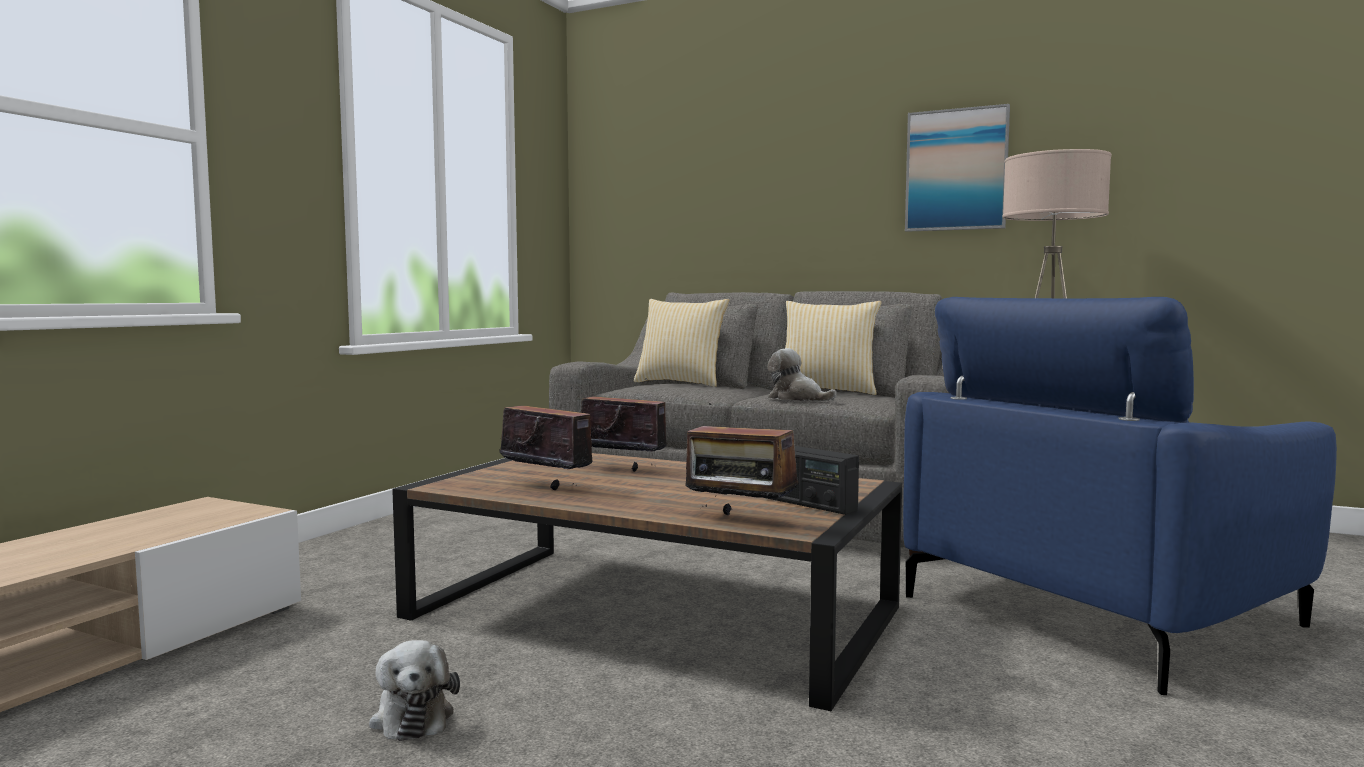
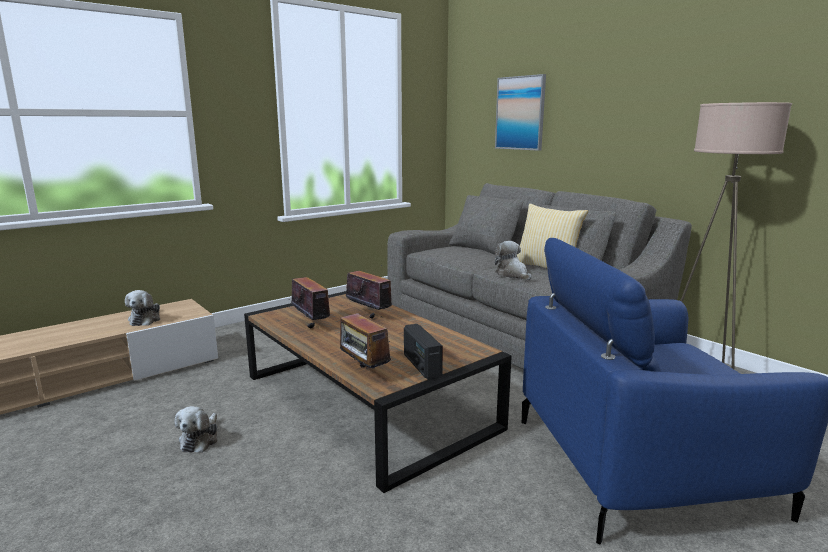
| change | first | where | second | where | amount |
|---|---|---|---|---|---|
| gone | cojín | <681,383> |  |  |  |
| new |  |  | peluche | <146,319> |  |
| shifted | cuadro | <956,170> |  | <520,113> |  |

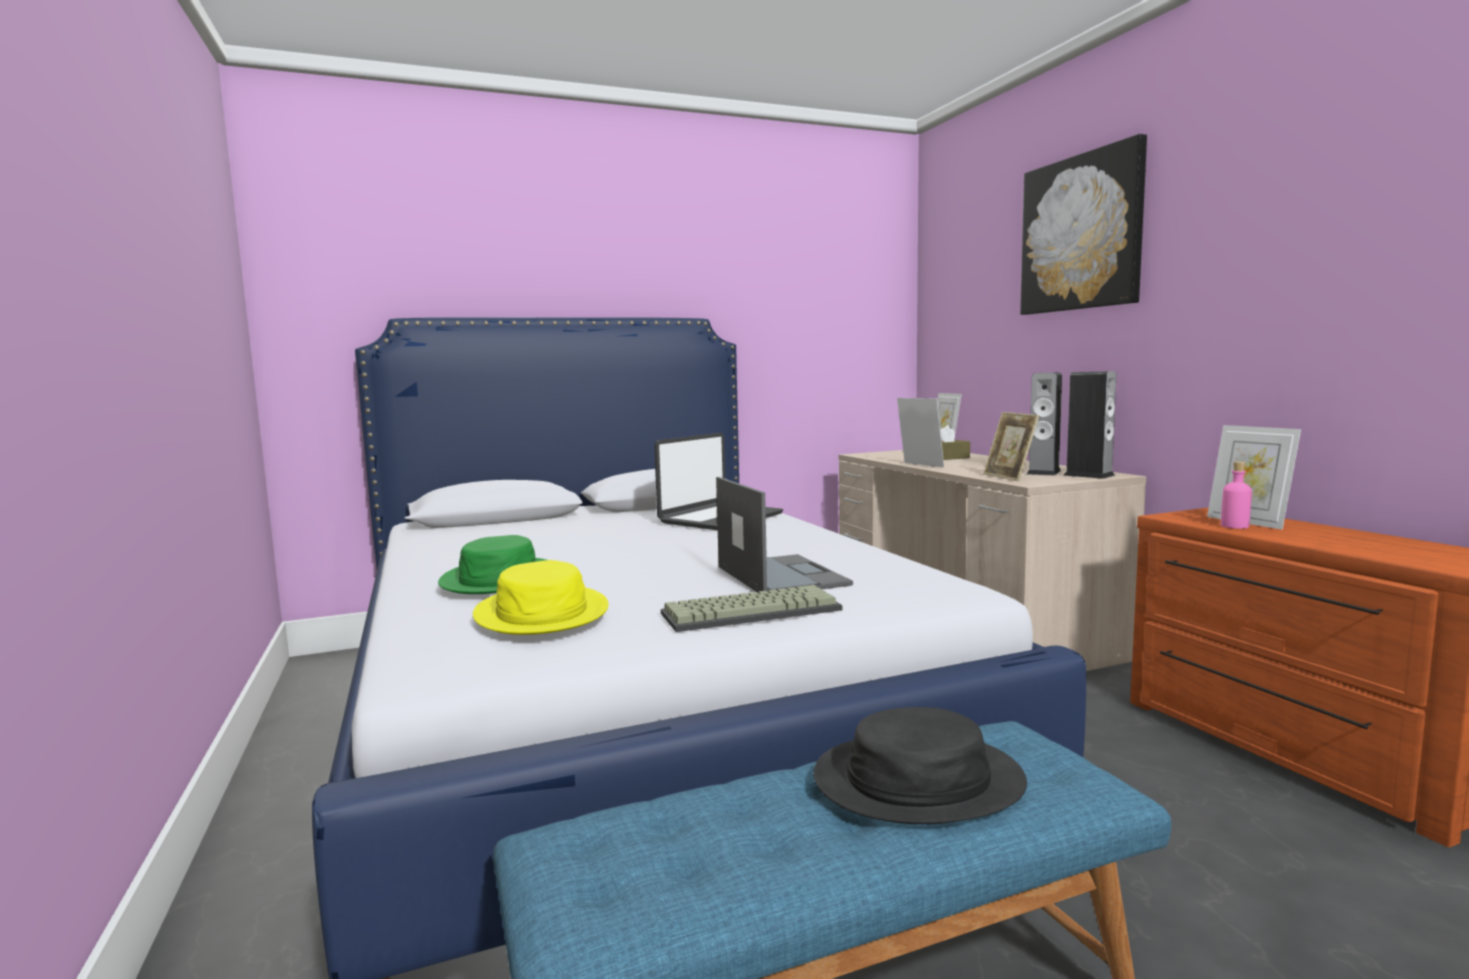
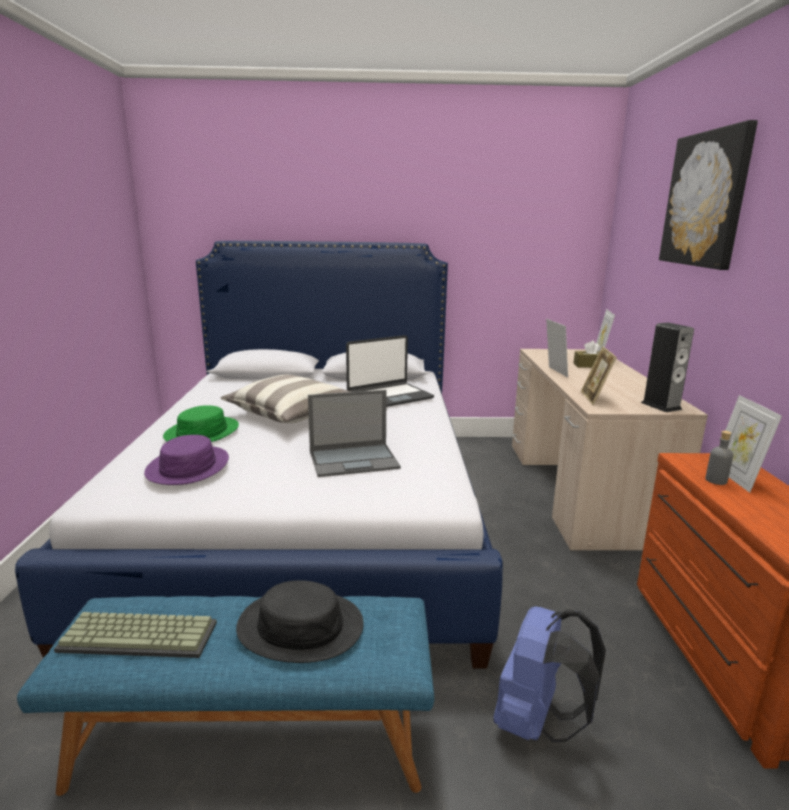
| change | first | where | second | where | amount |
|---|---|---|---|---|---|
| gone | altavoz | <1044,472> |  |  |  |
| new |  |  | cojín | <290,414> |  |
| new |  |  | mochila [azul] | <537,722> |  |
| shifted | teclado | <752,611> |  | <141,635> |  |
| repainted | sombrero [amarillo] | <542,613> | sombrero [morado] | <188,467> |  |
| repainted | botella [rosa] | <1234,526> | botella [gris] | <716,480> |  |
| rotated | portátil | <780,575> |  | <354,460> | 75 degrees clockwise |

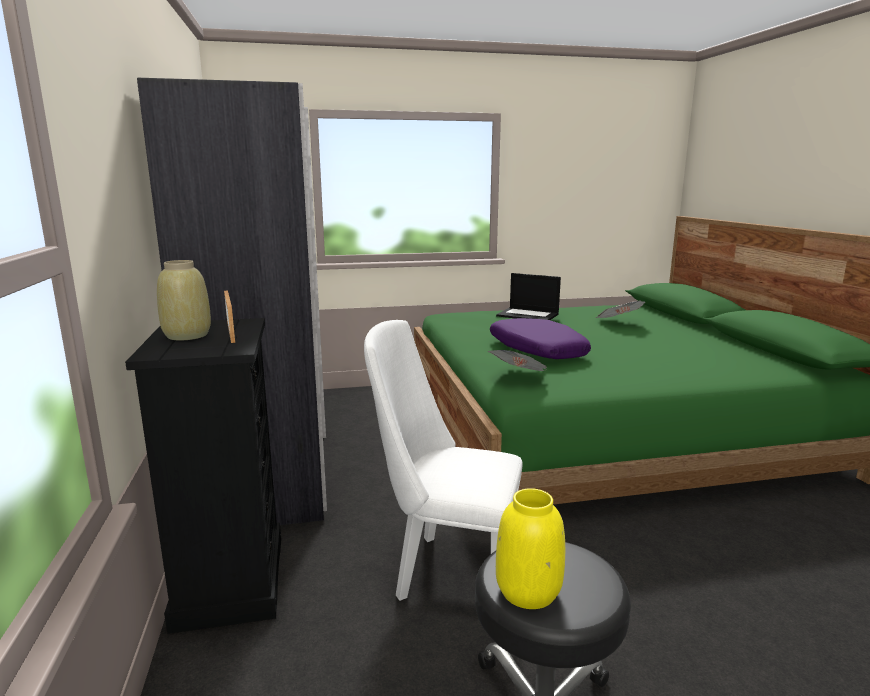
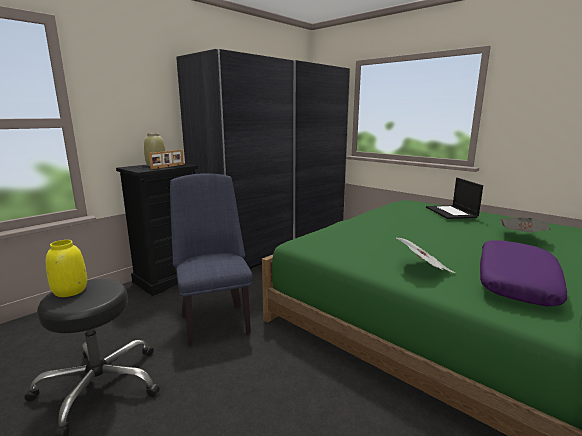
| change | first | where | second | where | amount |
|---|---|---|---|---|---|
| shifted | periódico | <519,377> |  | <423,269> |  |
| shifted | cojín [morado] | <536,350> |  | <514,282> |  |
| repainted | silla [blanco] | <446,571> | silla [azul] | <214,320> |  |

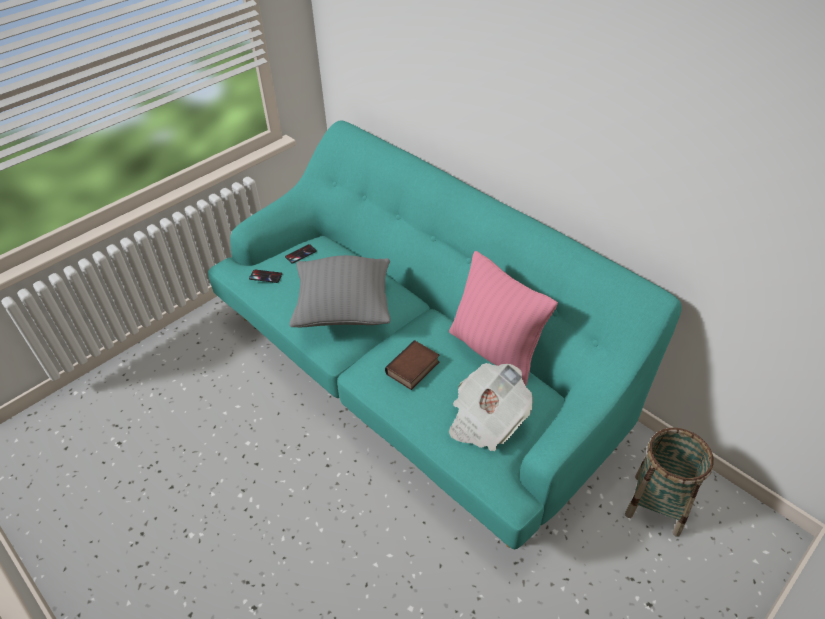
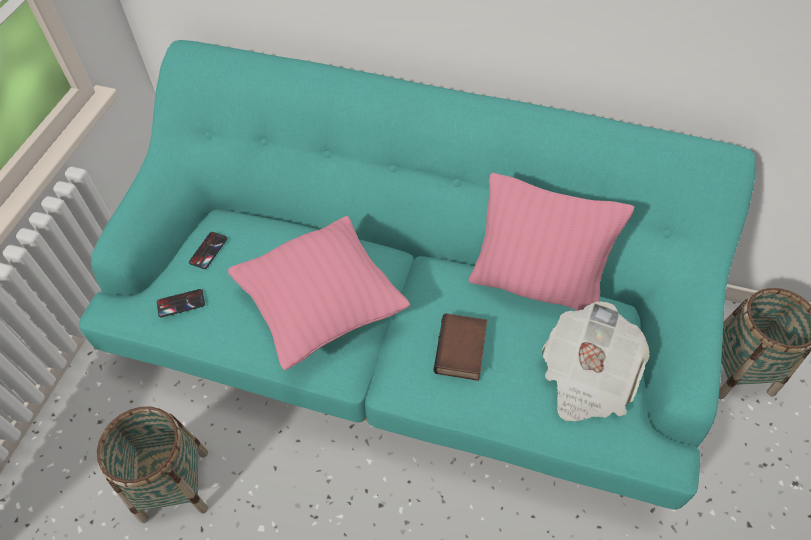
| change | first | where | second | where | amount |
|---|---|---|---|---|---|
| new |  |  | cesta | <174,484> |  |
| repainted | cojín [gris] | <344,310> | cojín [rosa] | <321,308> |  |

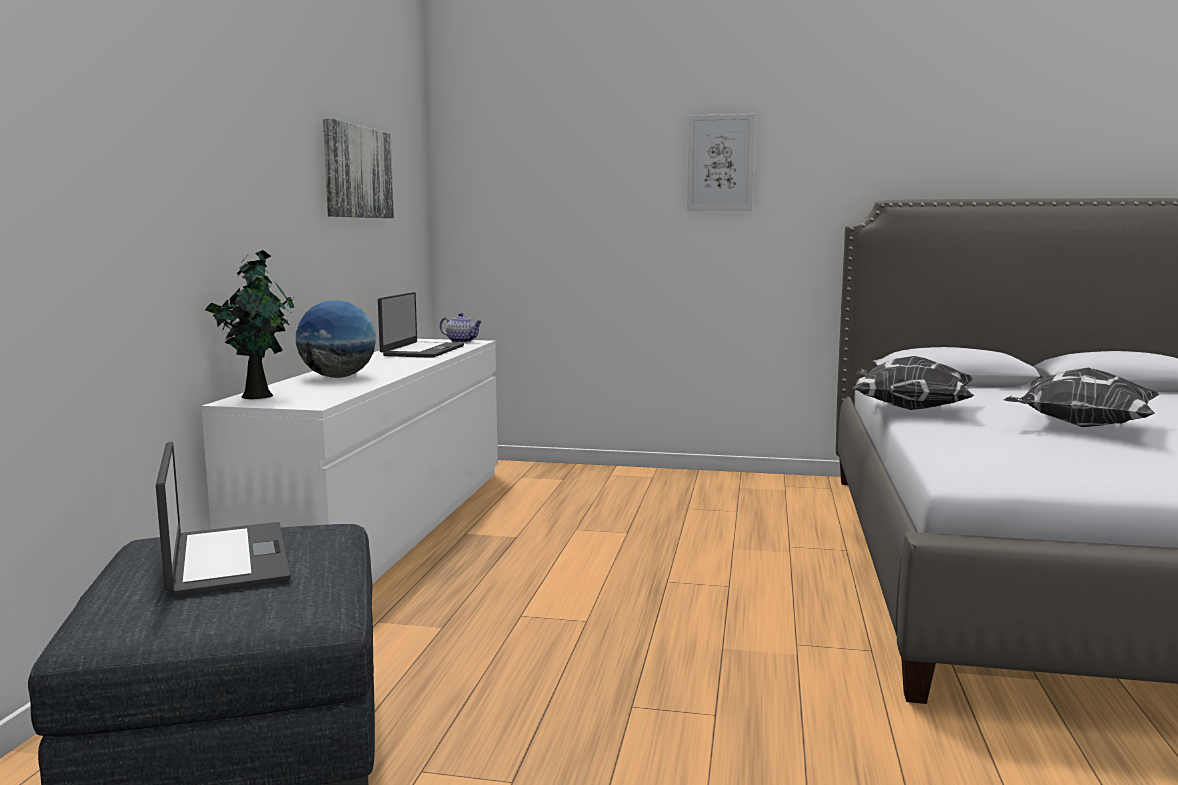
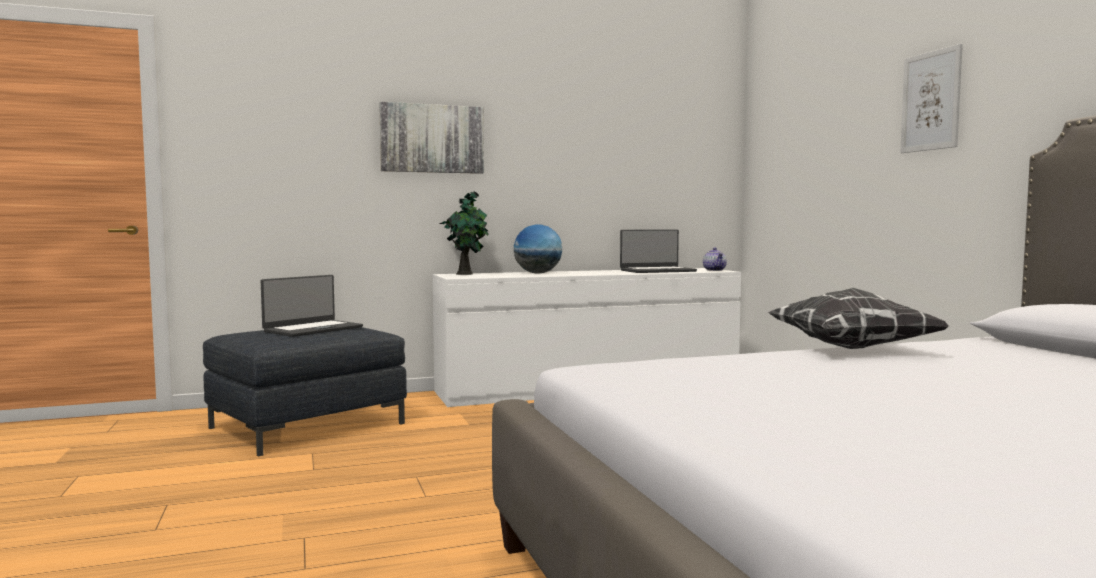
| change | first | where | second | where | amount |
|---|---|---|---|---|---|
| gone | cojín | <1079,427> |  |  |  |
| shifted | cuadro | <357,172> |  | <432,139> |  |

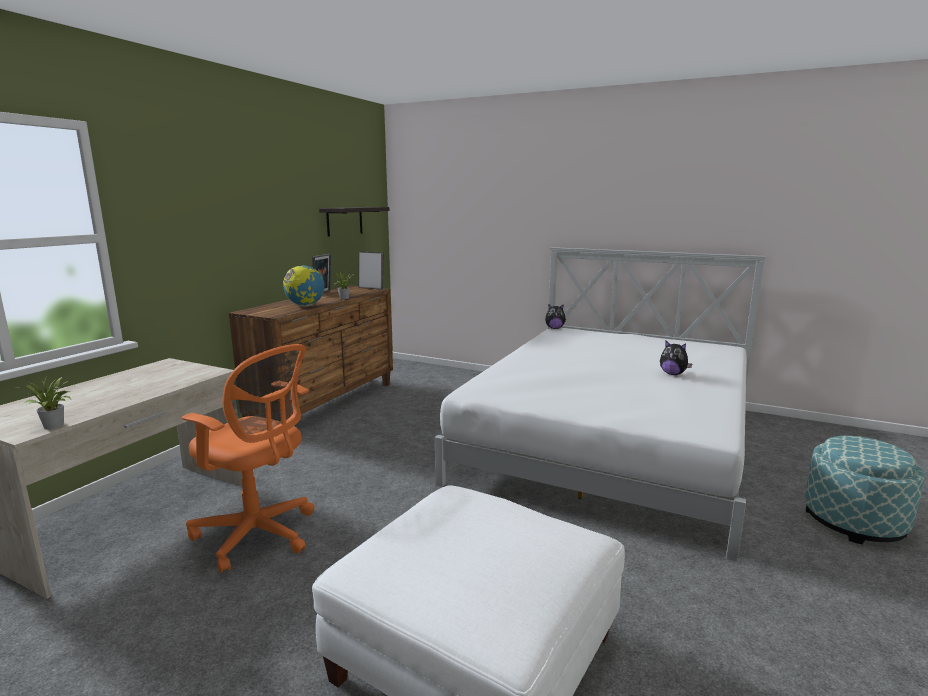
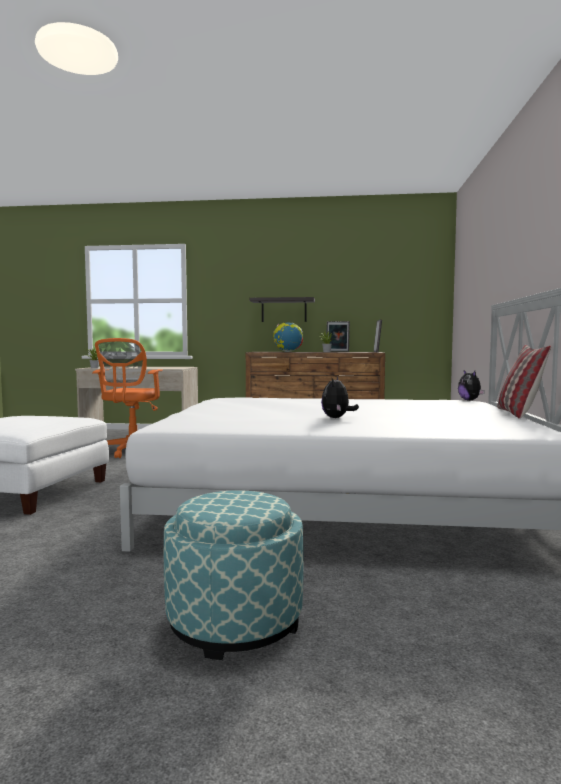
| change | first | where | second | where | amount |
|---|---|---|---|---|---|
| new |  |  | cojín | <518,413> |  |
| shifted | estante | <344,221> |  | <284,310> |  |

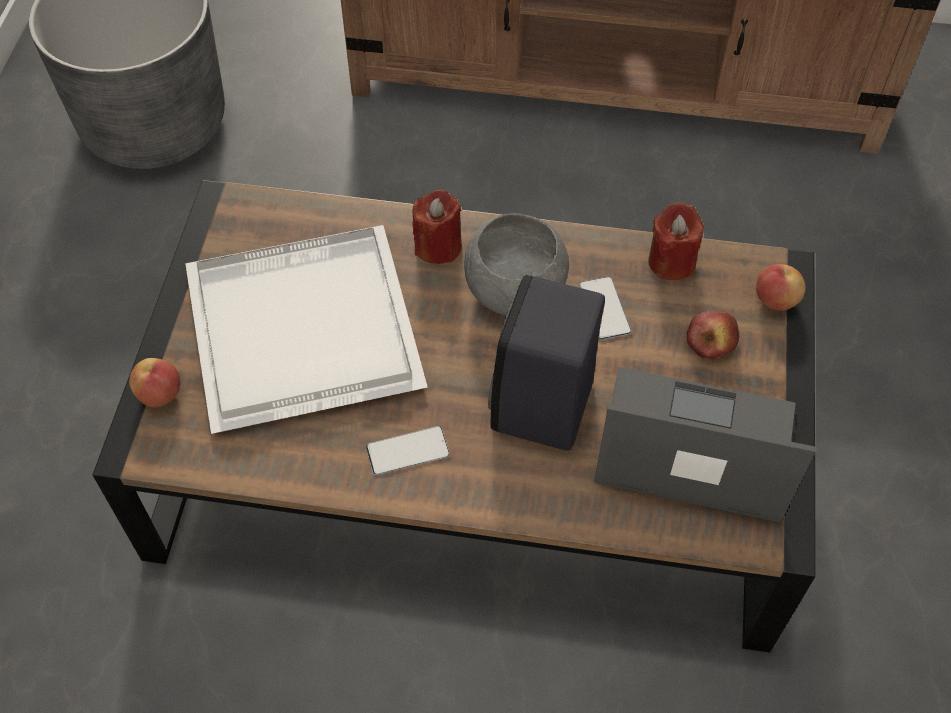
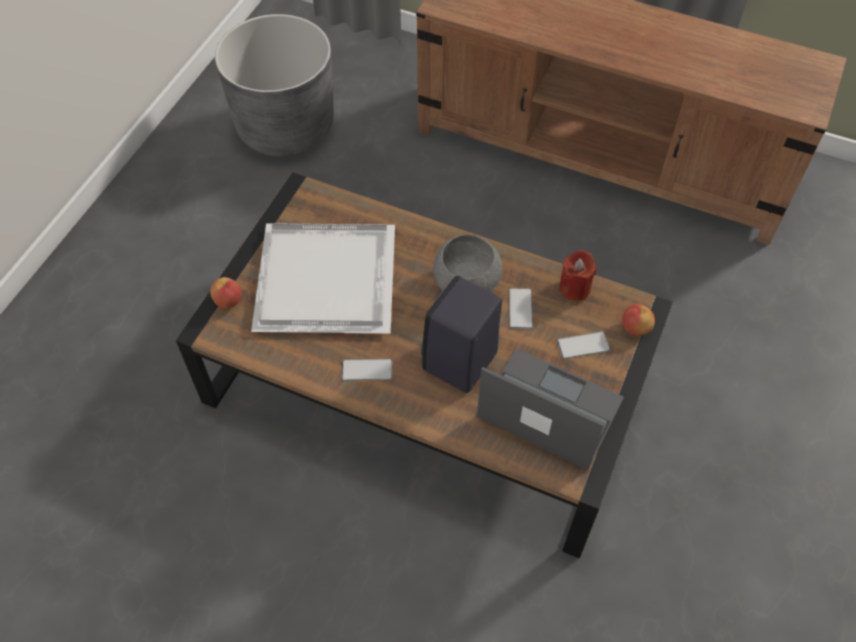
| change | first | where | second | where | amount |
|---|---|---|---|---|---|
| gone | vela [rojo] | <438,246> |  |  |  |
| swapped | manzana | <711,341> | móvil | <583,345> |  |

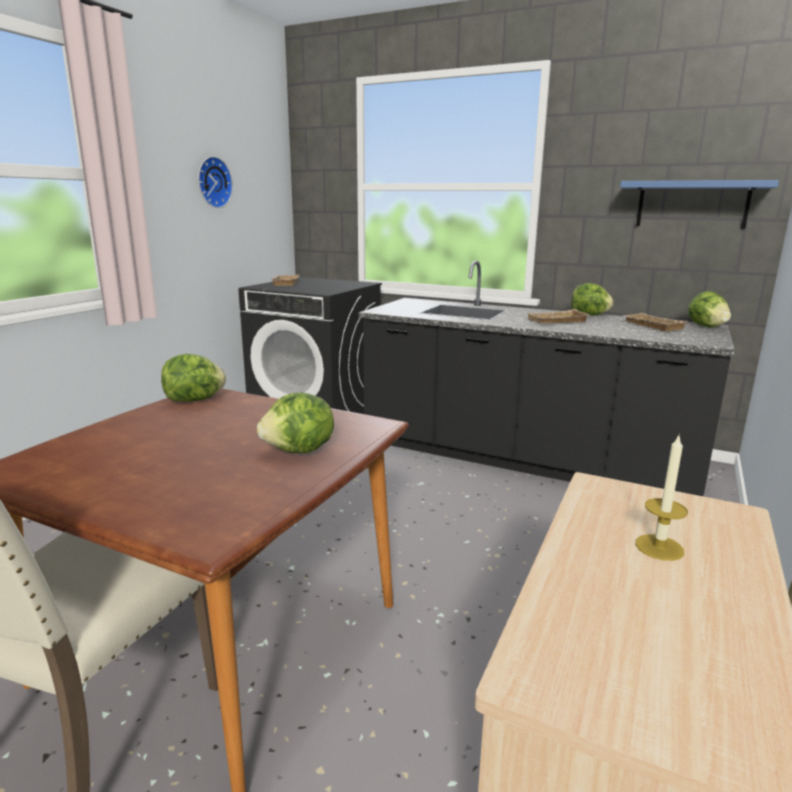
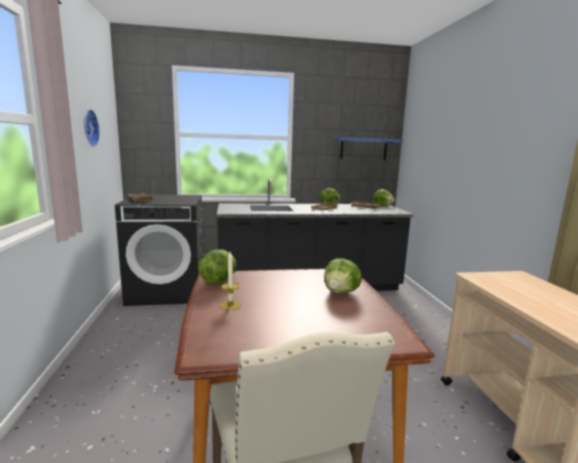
| change | first | where | second | where | amount |
|---|---|---|---|---|---|
| shifted | vela | <659,547> |  | <230,305> |  |

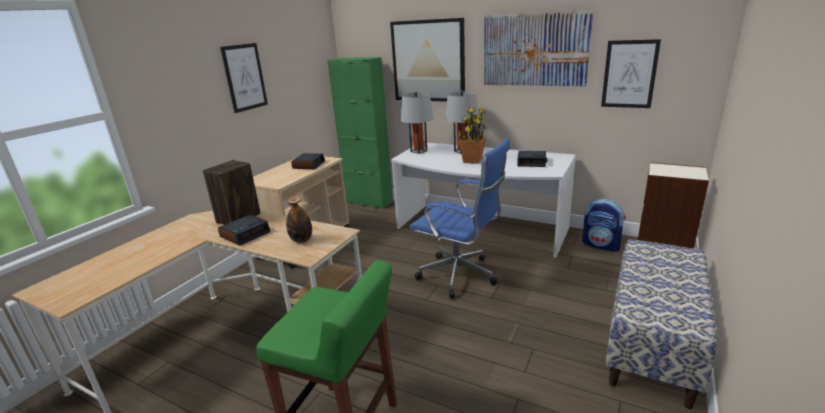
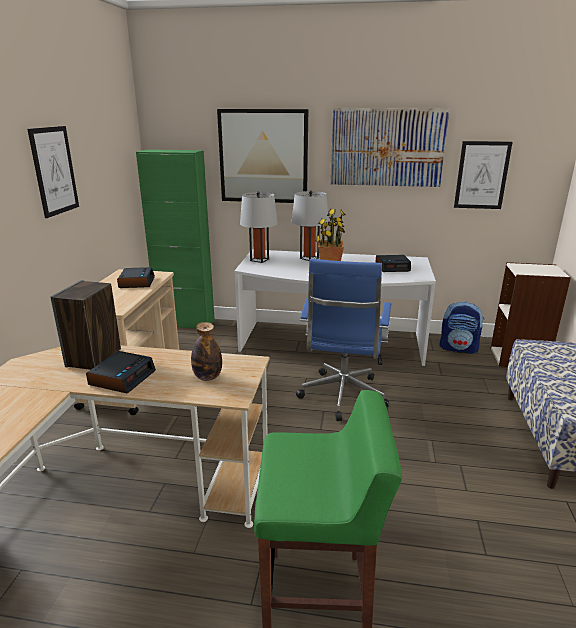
| change | first | where | second | where | amount |
|---|---|---|---|---|---|
| rotated | silla de oficina [azul] | <461,276> |  | <342,397> | 90 degrees clockwise |

